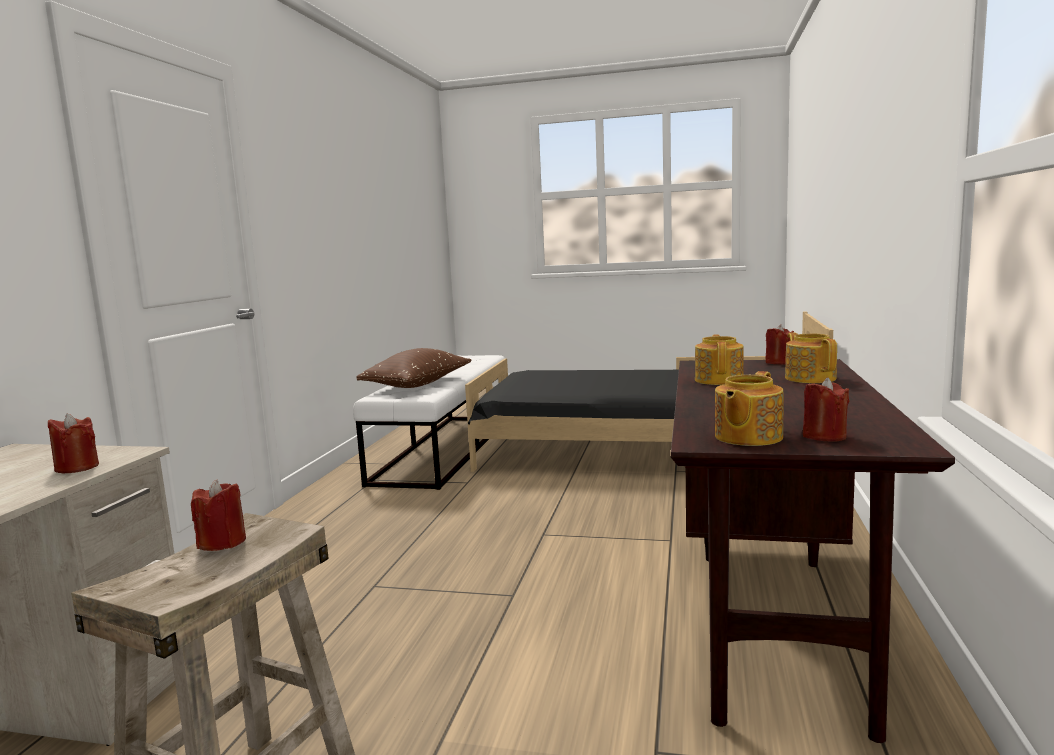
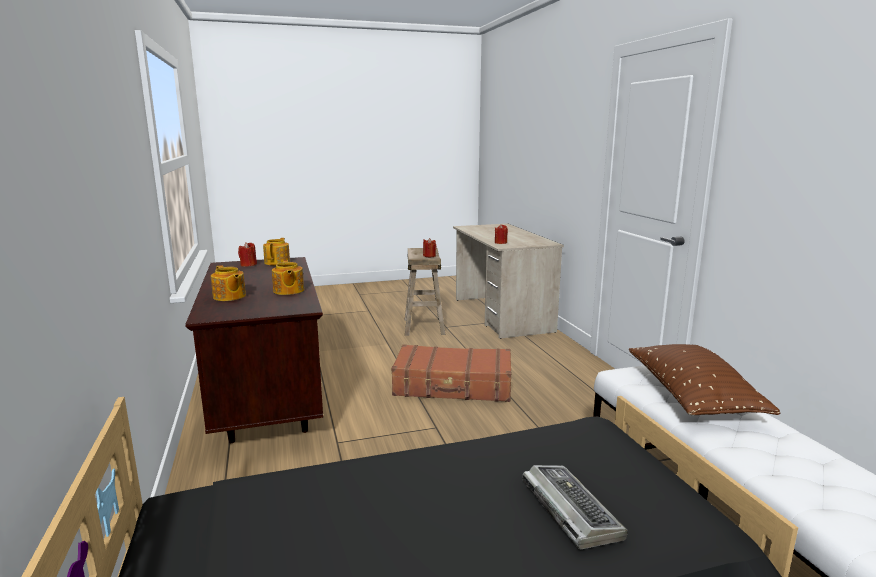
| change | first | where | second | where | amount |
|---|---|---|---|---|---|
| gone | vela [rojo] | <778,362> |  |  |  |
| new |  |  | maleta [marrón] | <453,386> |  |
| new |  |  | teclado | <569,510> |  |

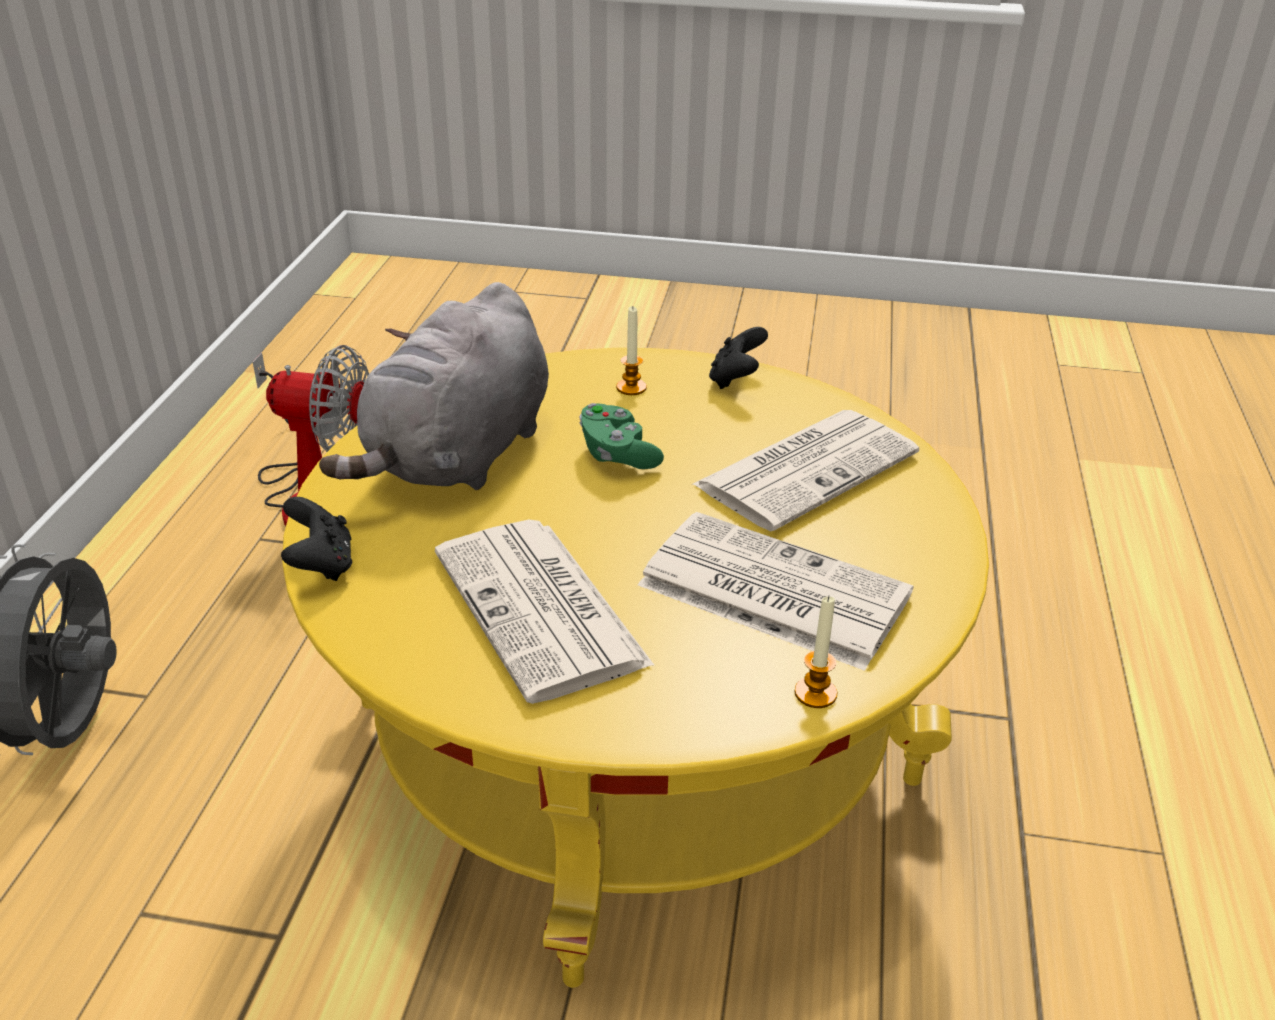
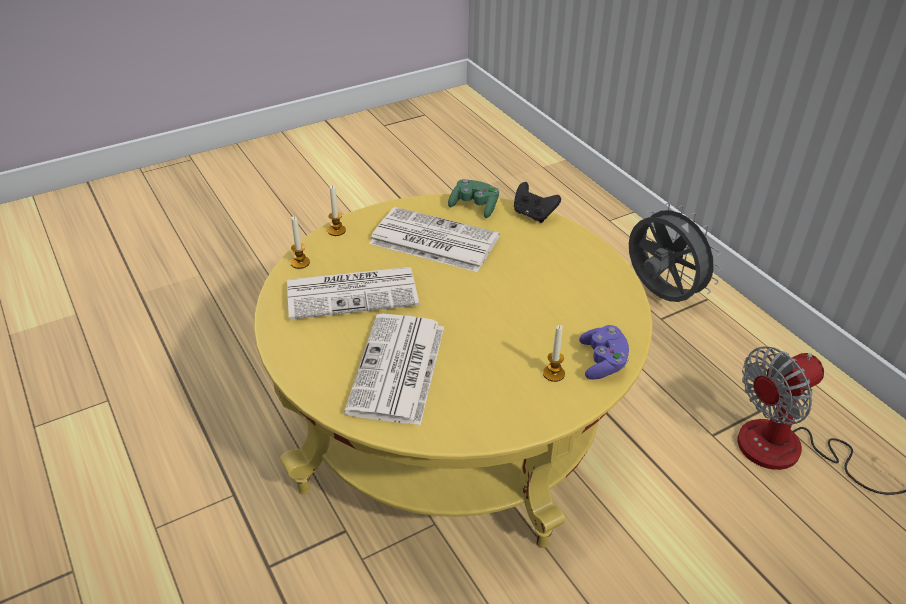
| change | first | where | second | where | amount |
|---|---|---|---|---|---|
| gone | peluche [gris] | <458,457> |  |  |  |
| gone | mando de consola [negro] | <736,379> |  |  |  |
| new |  |  | vela | <336,230> |  |
| new |  |  | mando de consola [morado] | <602,362> |  |
| shifted | mando de consola [verde] | <617,454> |  | <474,207> |  |

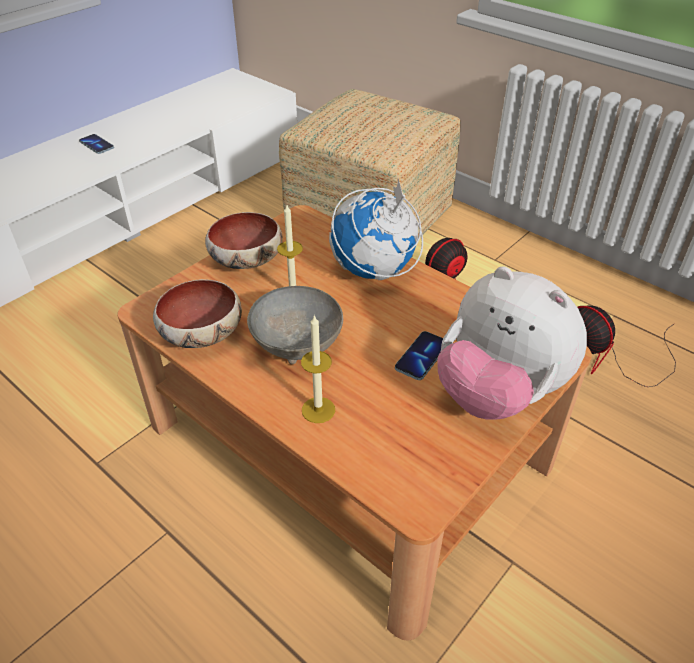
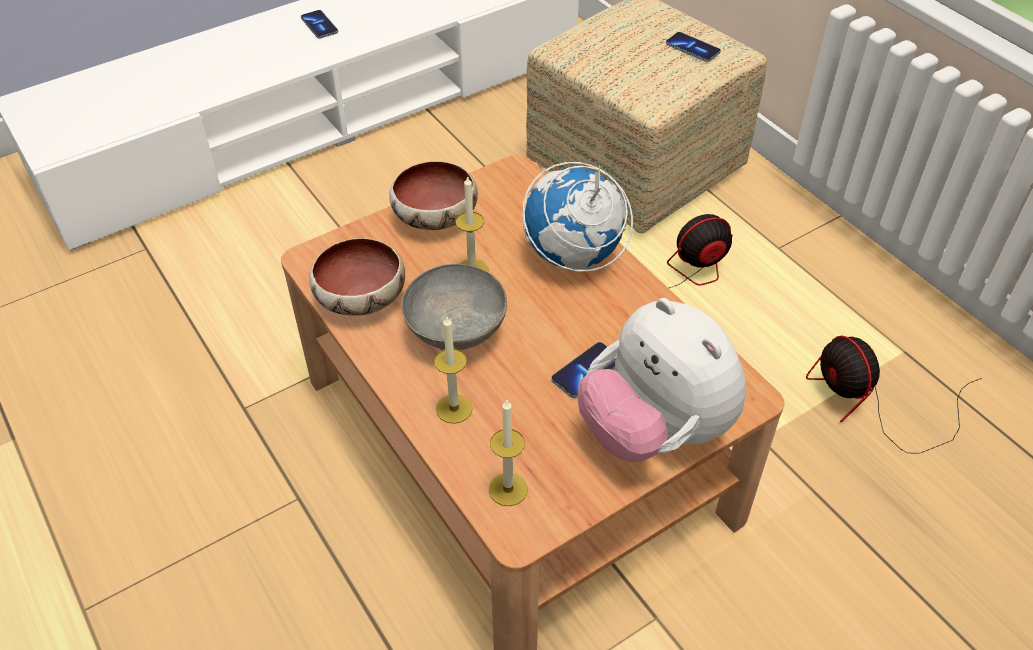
| change | first | where | second | where | amount |
|---|---|---|---|---|---|
| new |  |  | vela | <508,489> |  |
| new |  |  | móvil | <692,48> |  |

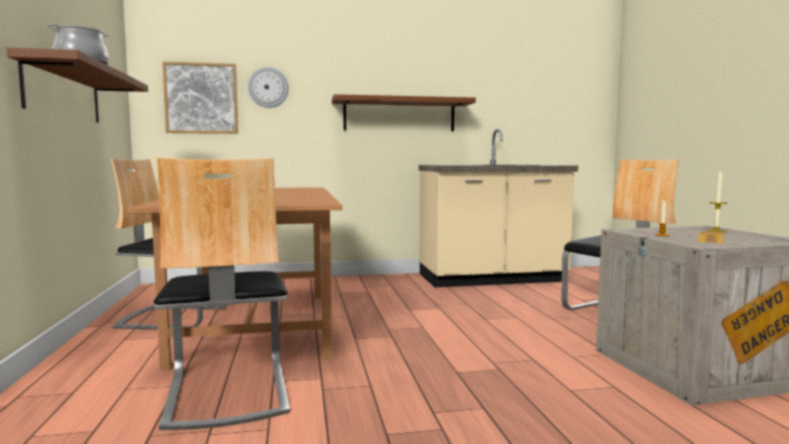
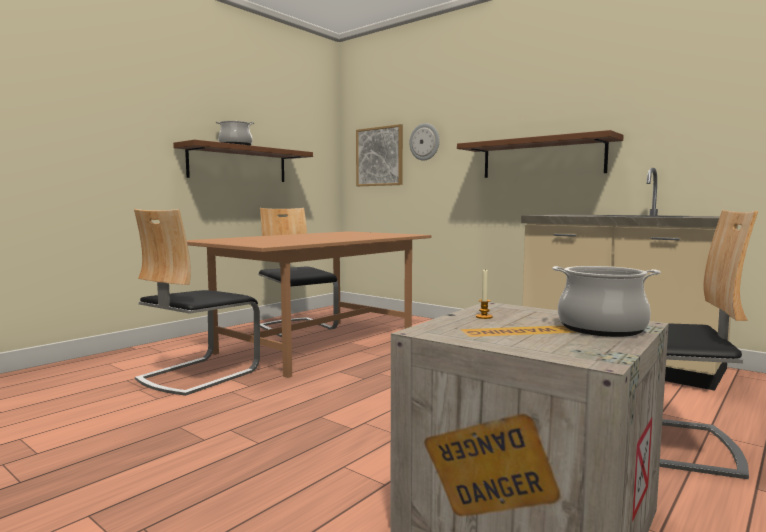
| change | first | where | second | where | amount |
|---|---|---|---|---|---|
| swapped | vela | <716,231> | olla | <601,328> |  |

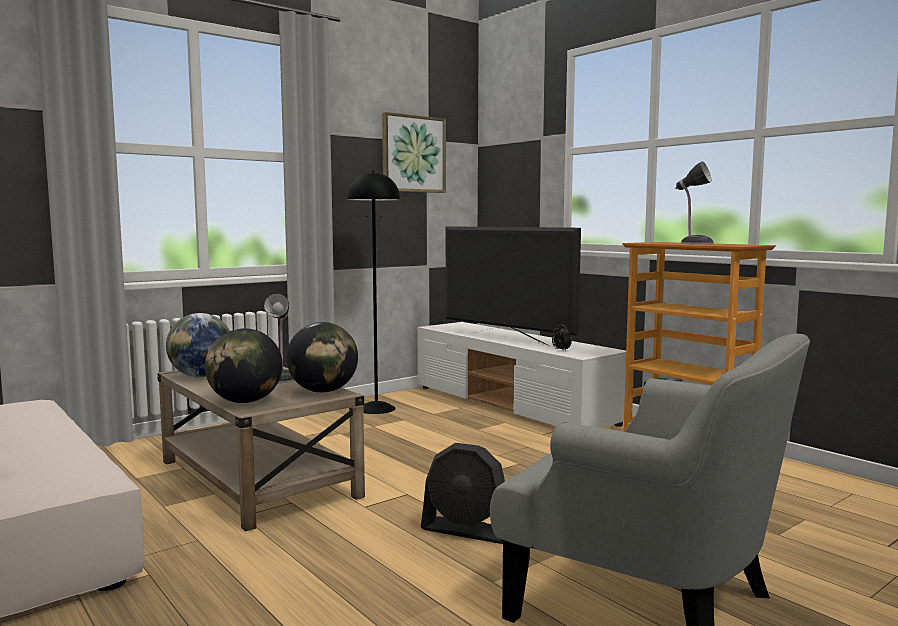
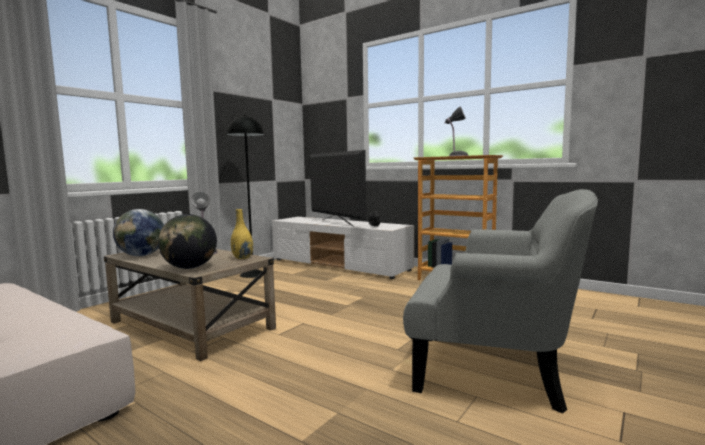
| change | first | where | second | where | amount |
|---|---|---|---|---|---|
| gone | cuadro | <413,154> |  |  |  |
| gone | ventilador [negro] | <468,531> |  |  |  |
| swapped | globo terráqueo | <323,391> | florero [amarillo] | <242,257> |  |
| rotated | televisor | <507,339> |  | <335,223> | 150 degrees counterclockwise |

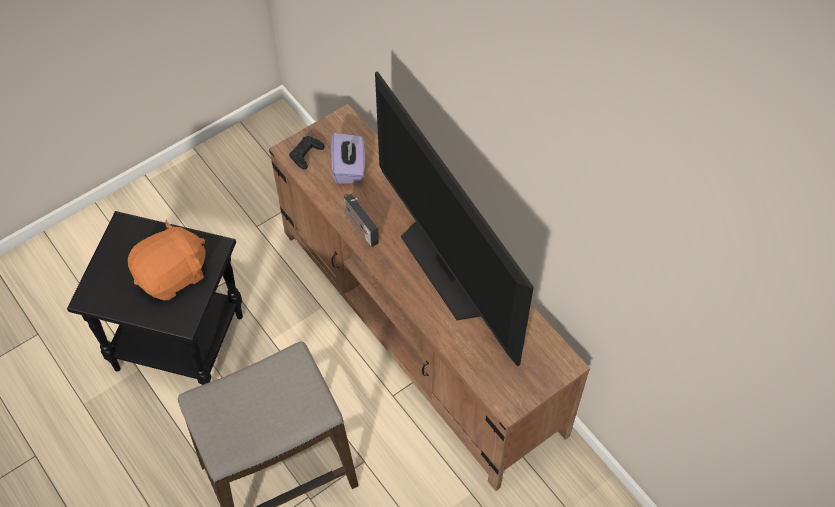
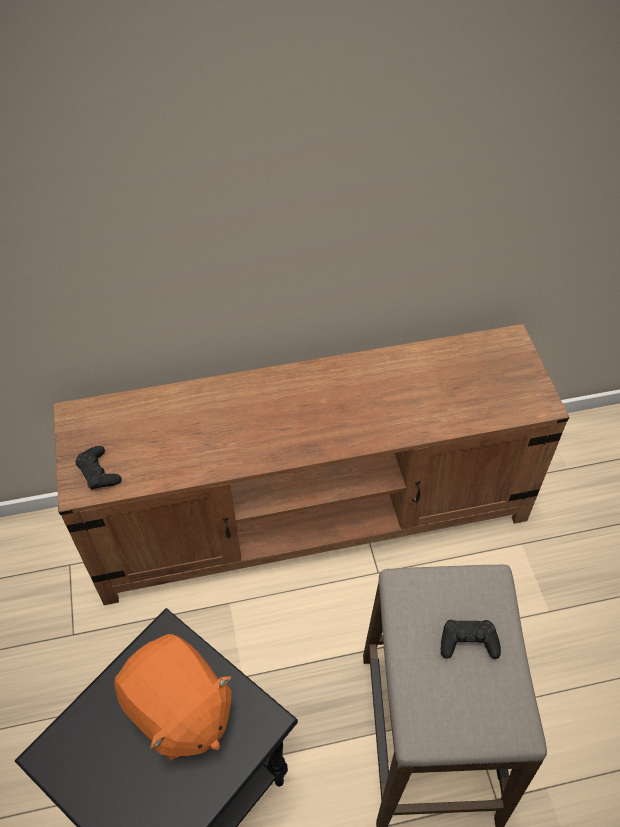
| change | first | where | second | where | amount |
|---|---|---|---|---|---|
| gone | caja de pañuelos [morado] | <349,168> |  |  |  |
| gone | radio | <360,227> |  |  |  |
| gone | televisor | <449,267> |  |  |  |
| new |  |  | mando de consola [negro] | <468,642> |  |
| rotated | peluche [naranja] | <173,275> |  | <178,710> | 150 degrees clockwise |

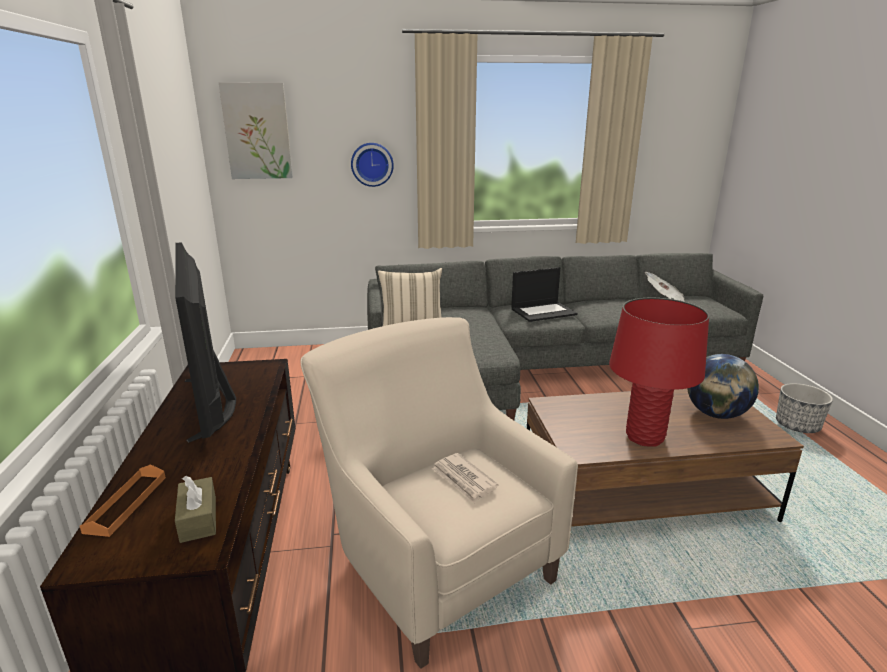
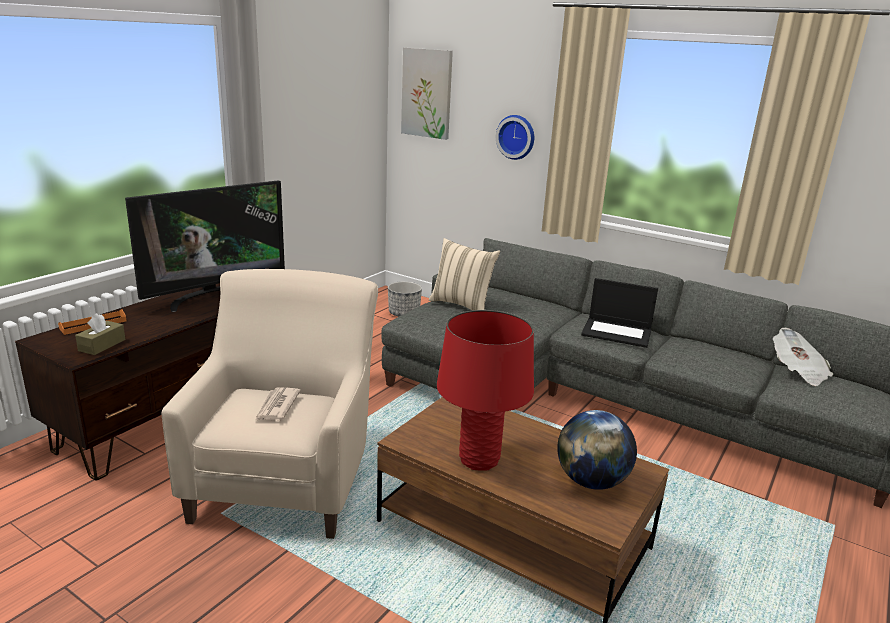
| change | first | where | second | where | amount |
|---|---|---|---|---|---|
| shifted | maceta | <797,426> |  | <404,314> |  |
| rotated | televisor | <214,403> |  | <214,295> | 150 degrees counterclockwise |

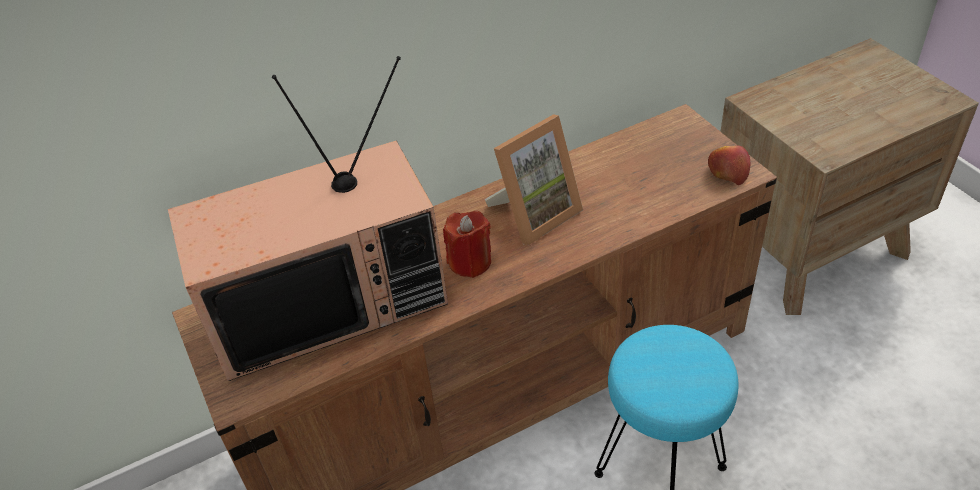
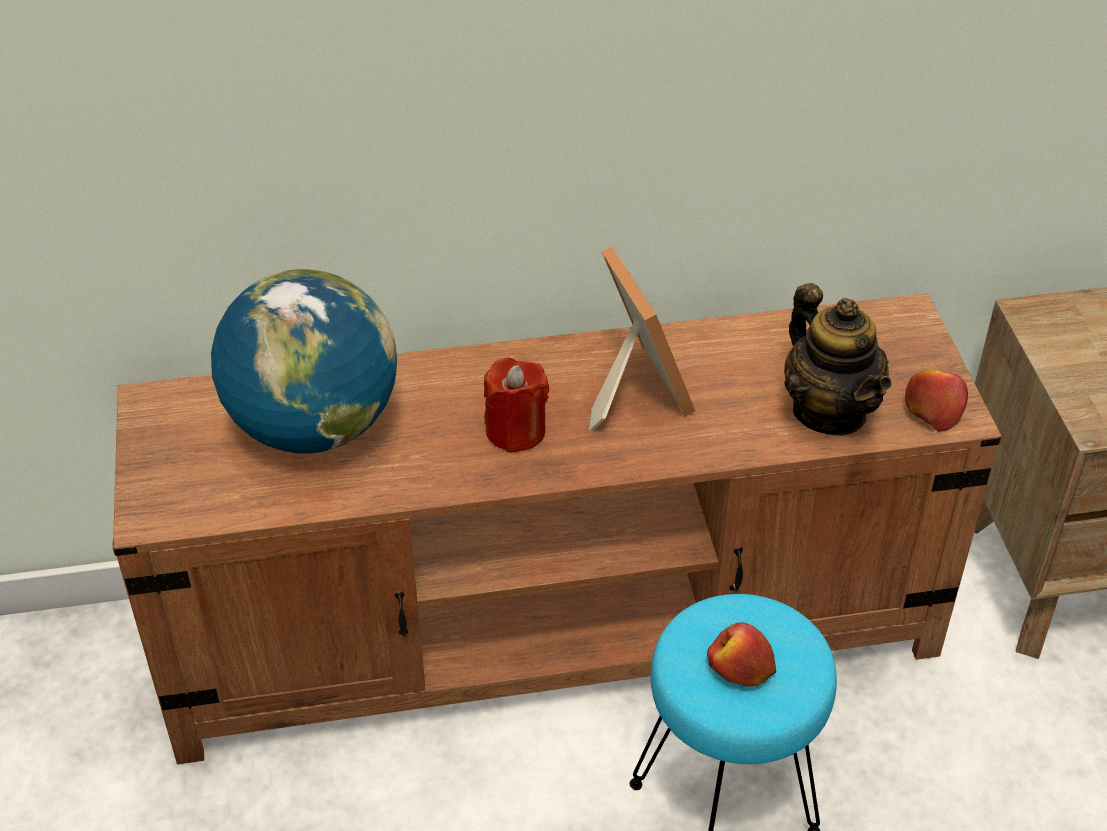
| change | first | where | second | where | amount |
|---|---|---|---|---|---|
| new |  |  | manzana | <740,667> |  |
| new |  |  | tetera | <829,411> |  |
| swapped | televisor | <329,300> | globo terráqueo | <314,427> |  |
| rotated | portarretratos | <534,214> |  | <632,390> | 90 degrees counterclockwise |

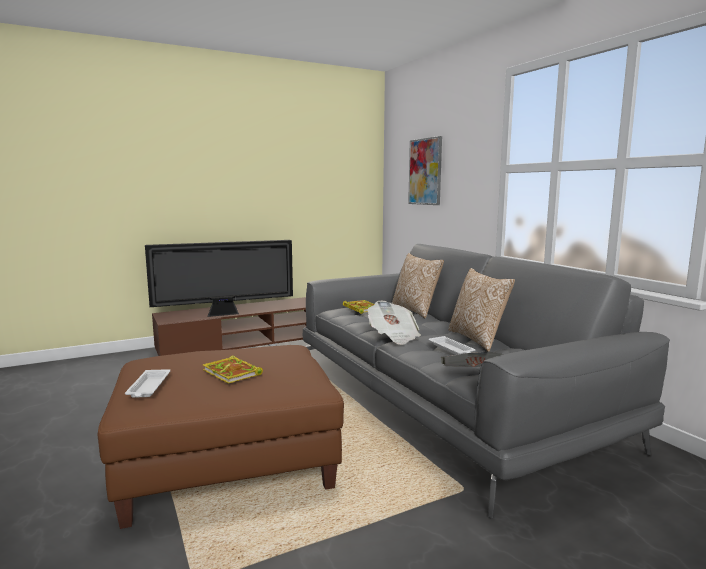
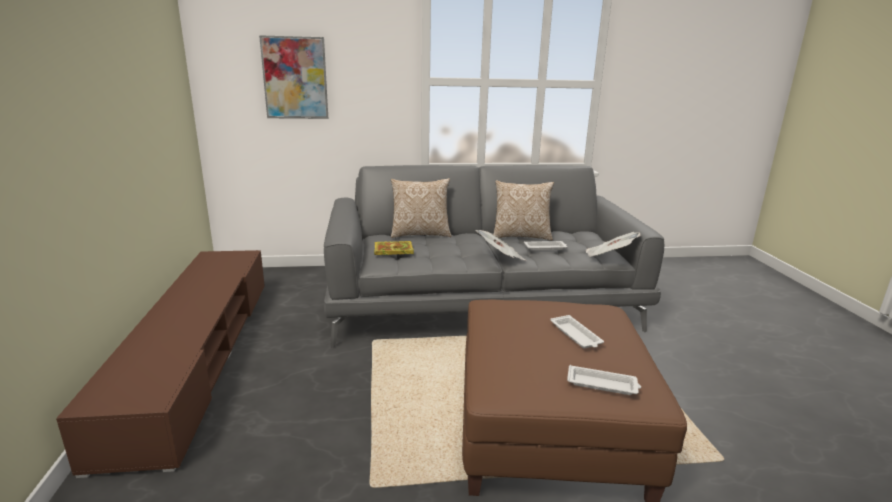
| change | first | where | second | where | amount |
|---|---|---|---|---|---|
| gone | televisor | <225,314> |  |  |  |
| swapped | libro | <233,373> | bandeja [blanco] | <576,335> |  |

